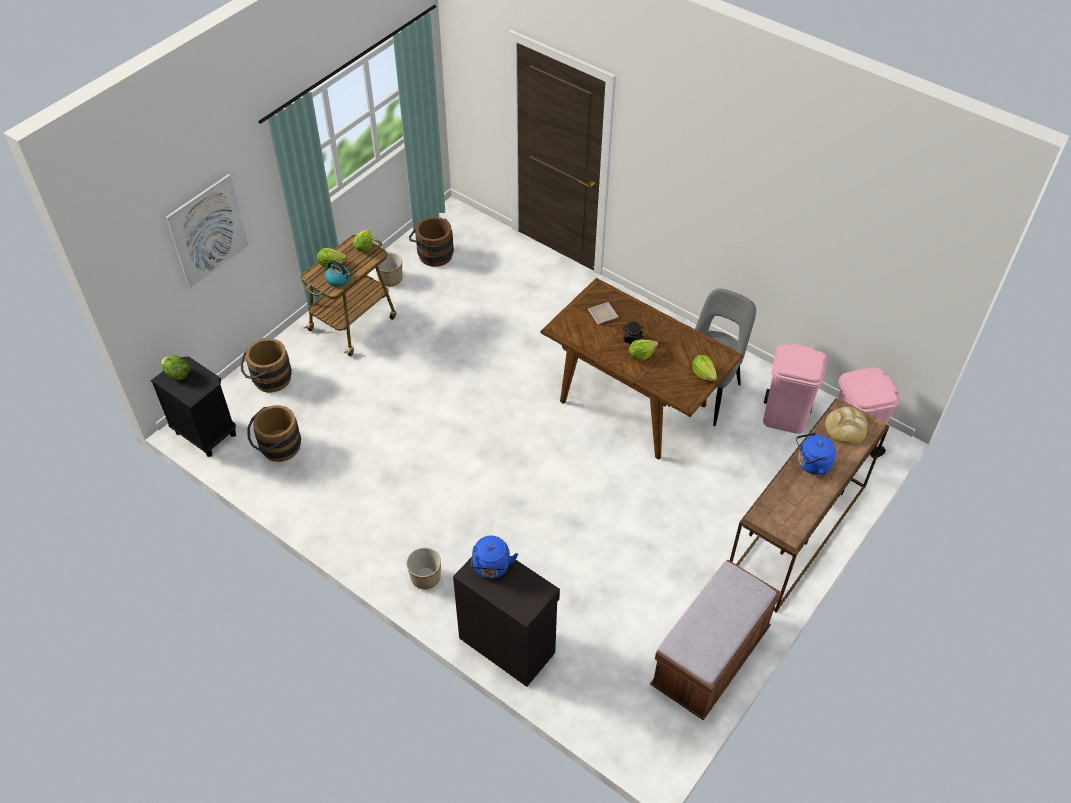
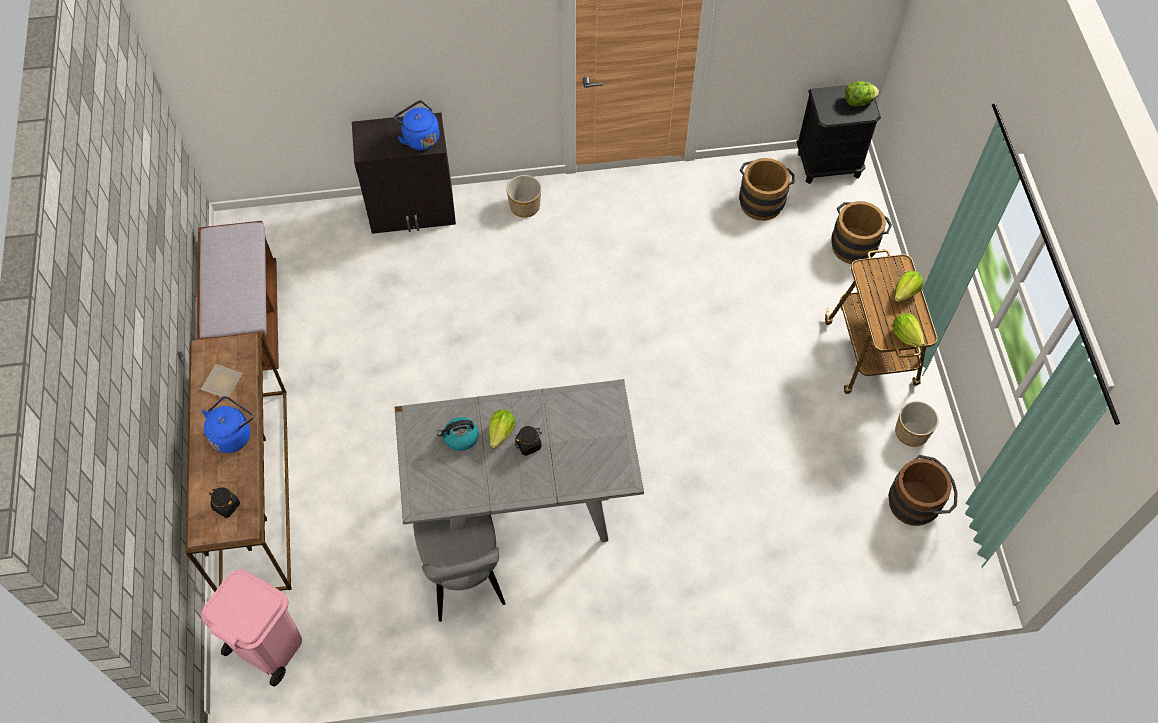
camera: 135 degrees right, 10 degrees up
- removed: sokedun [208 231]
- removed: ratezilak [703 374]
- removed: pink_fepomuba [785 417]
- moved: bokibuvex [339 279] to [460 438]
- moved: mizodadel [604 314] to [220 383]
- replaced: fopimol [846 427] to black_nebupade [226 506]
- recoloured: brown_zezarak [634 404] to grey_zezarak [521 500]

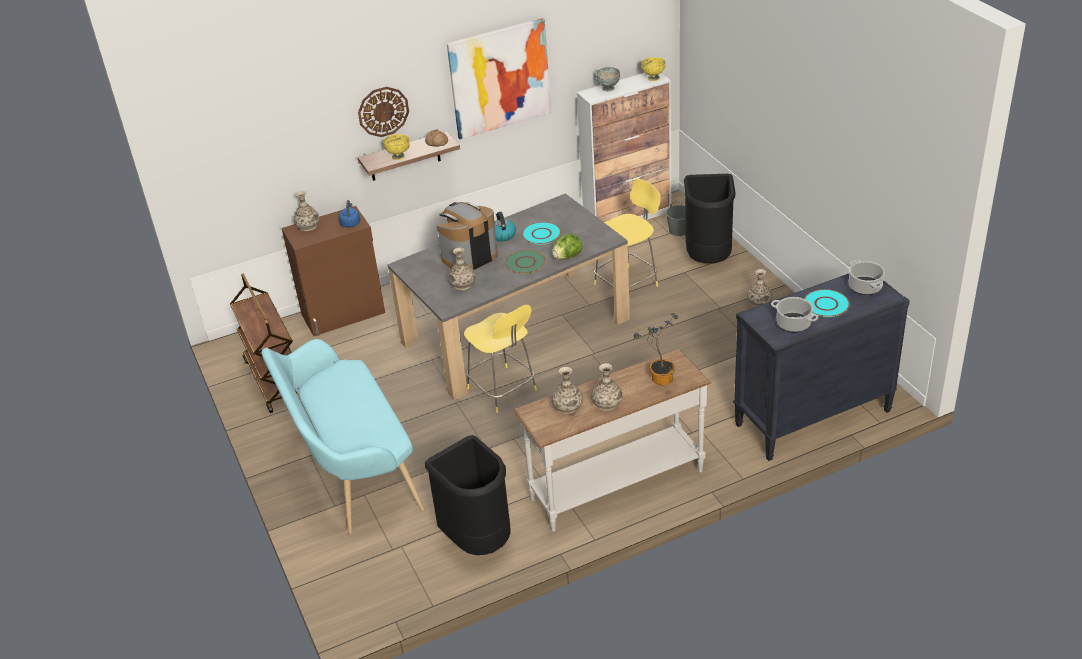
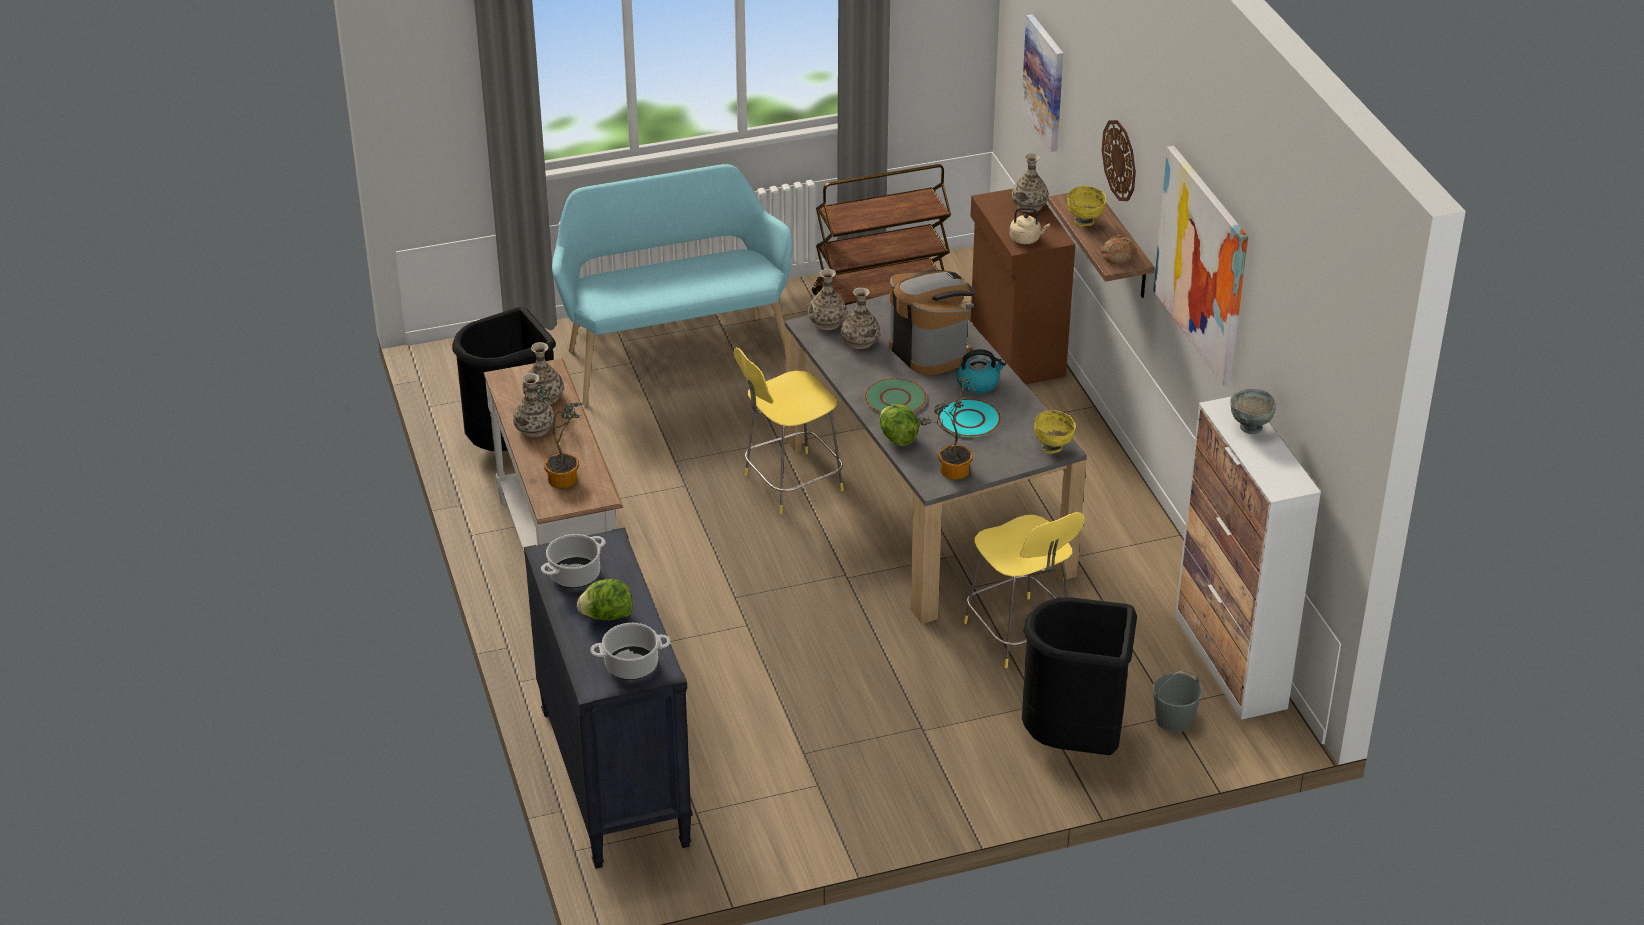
camera: 95 degrees right, 0 degrees up
- added: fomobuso [950 471]
- added: sokedun [1044 82]
- moved: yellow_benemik [653 78] to [1053 447]
- moved: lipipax [759 302] to [827 322]
- replaced: turquoise_mizodadel [826 304] to ratezilak [607 616]
- recoloured: blue_bokibuvex [350 223] to beige_bokibuvex [1026 239]

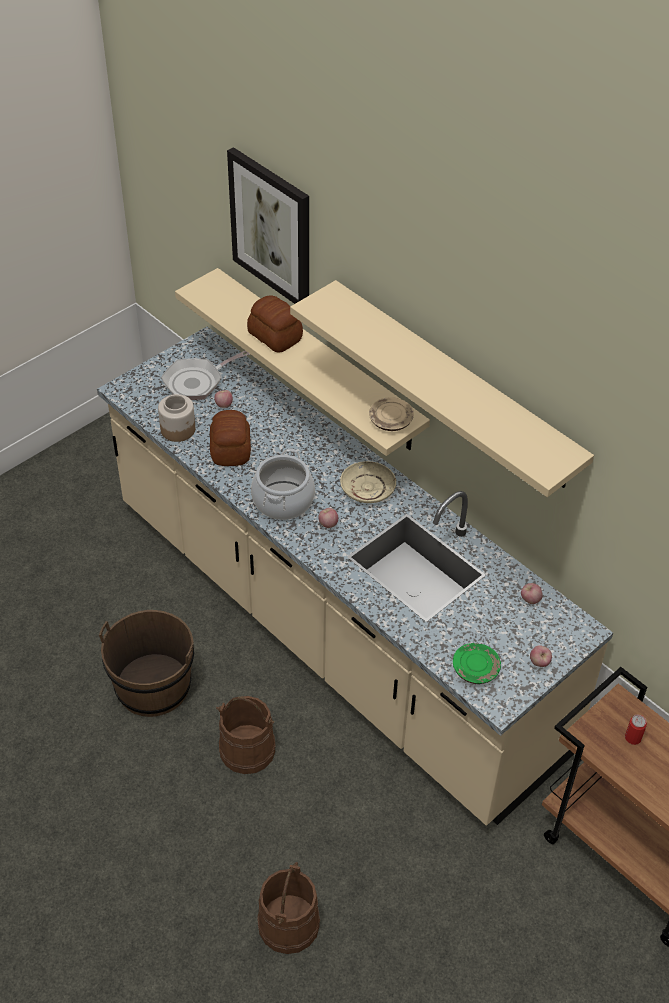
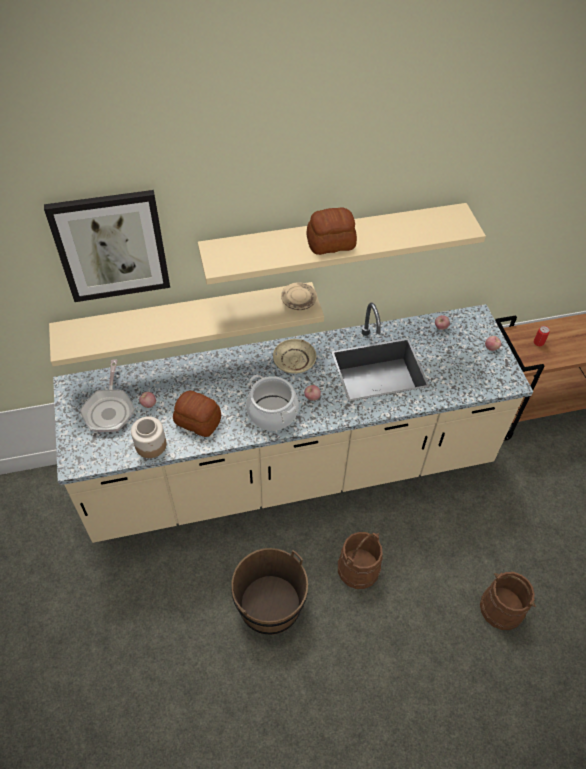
camera: 60 degrees left, 5 degrees up
- removed: green_mizodadel [475 669]
- moved: fopimol [274 337] to [331 243]

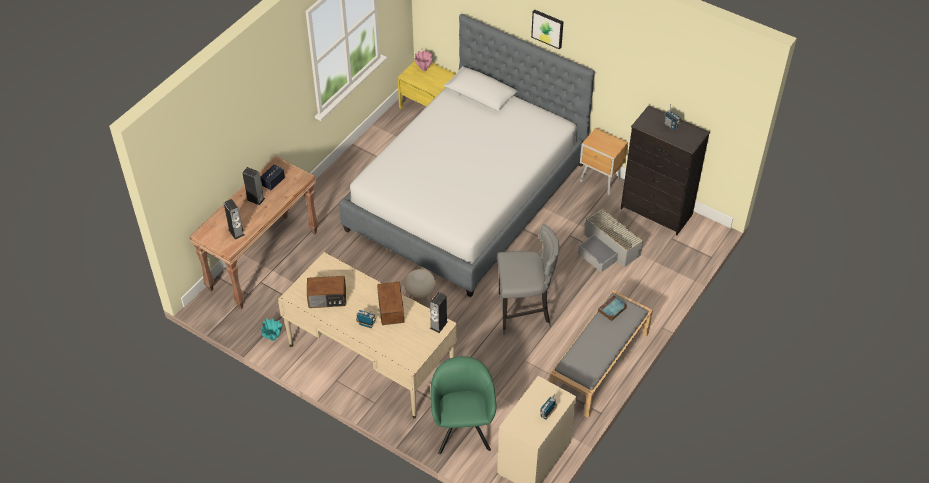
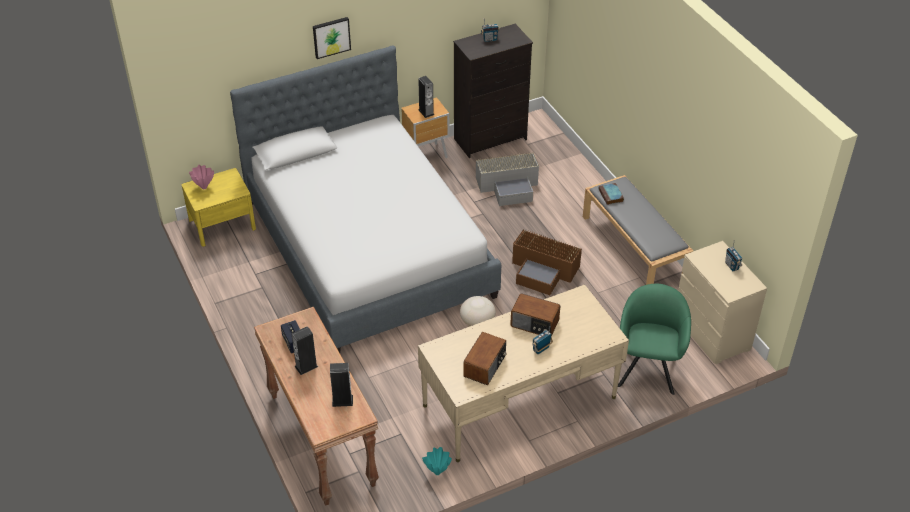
camera: 60 degrees left, 5 degrees down
- moved: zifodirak [438 325] to [426 112]
- replaced: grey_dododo [524 314] to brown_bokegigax [544 270]
- turned: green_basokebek [463 428] = [648 367] 75 degrees clockwise

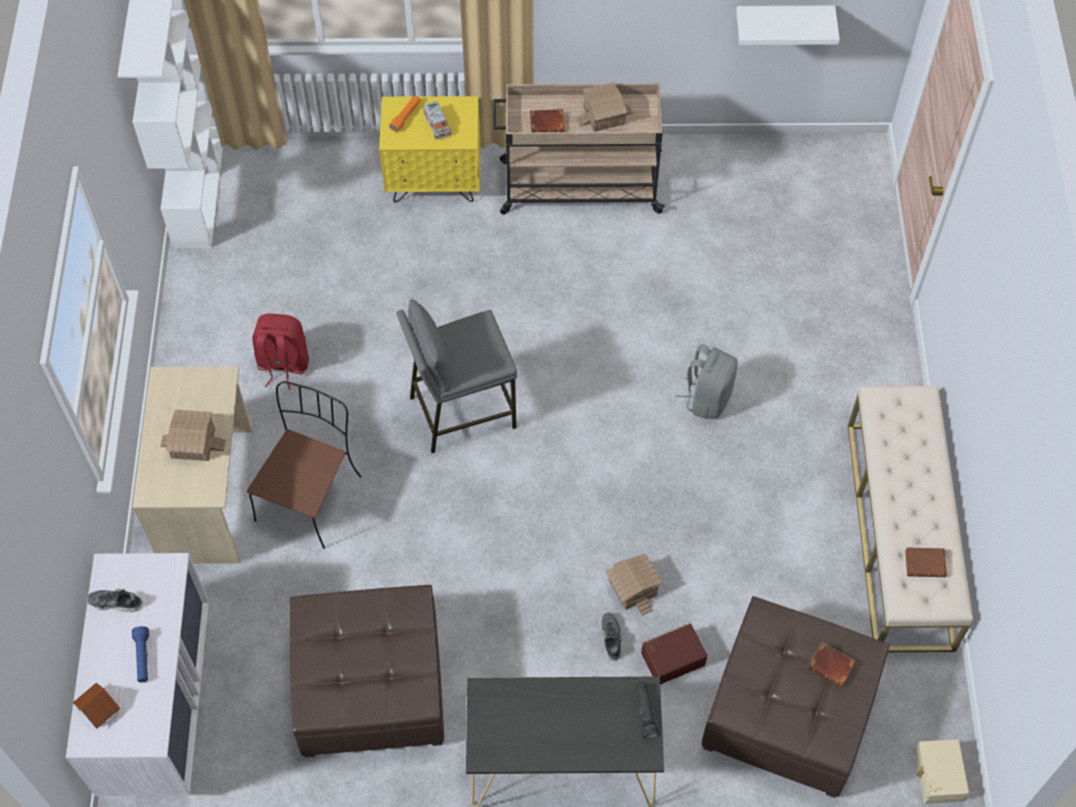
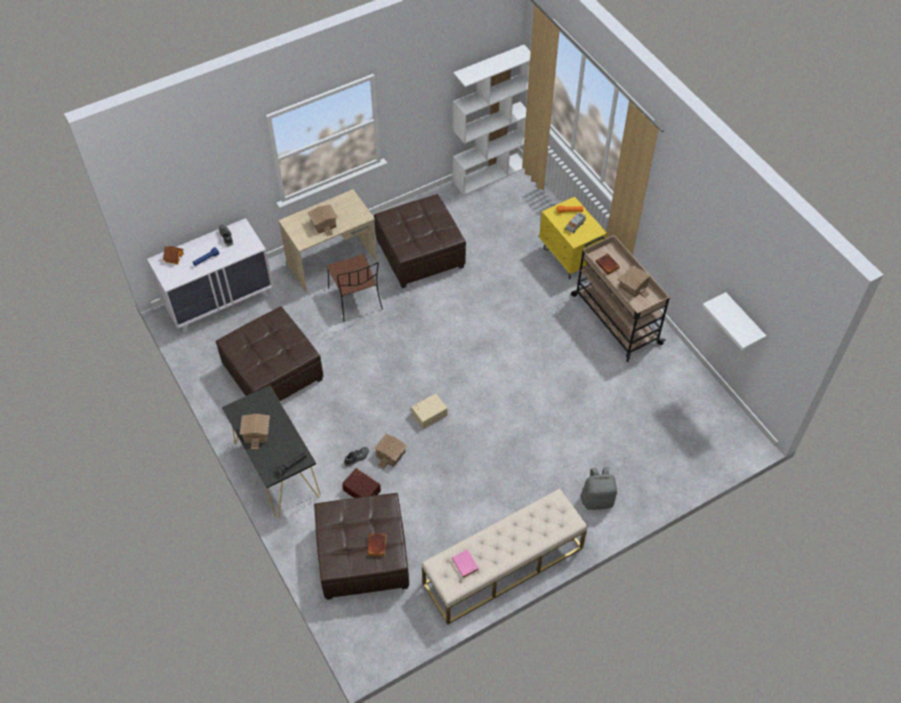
camera: 60 degrees right, 5 degrees down
- removed: grey_dododo [461 411]
- added: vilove [256 433]
- moved: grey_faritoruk [707 398] to [597 499]
- moved: beige_bokegigax [937 775] to [429 414]
- replaced: red_faritoruk [283 364] to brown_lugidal [419 254]
- recoloured: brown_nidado [925 563] to pink_nidado [466 565]
- turned: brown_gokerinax [310 496] = [356 300] 75 degrees clockwise

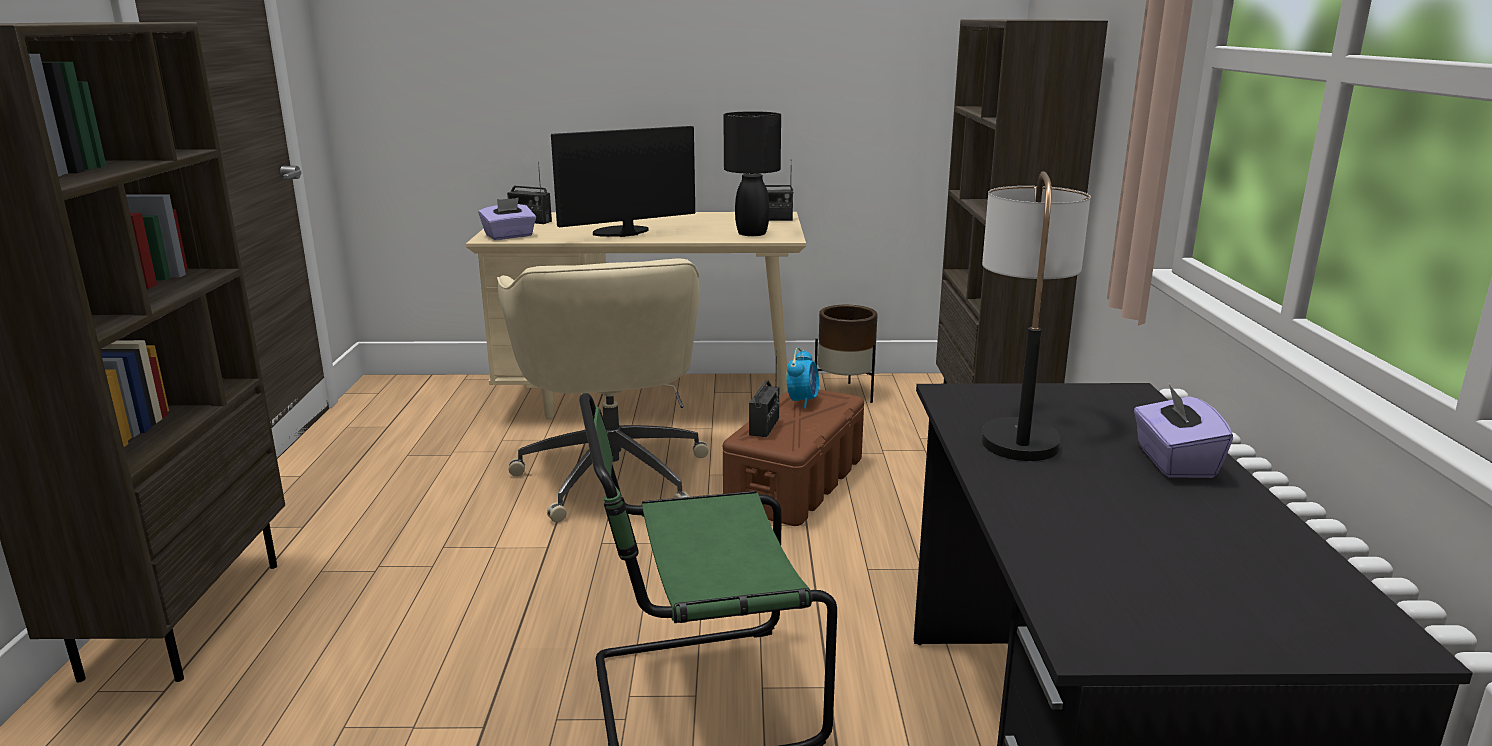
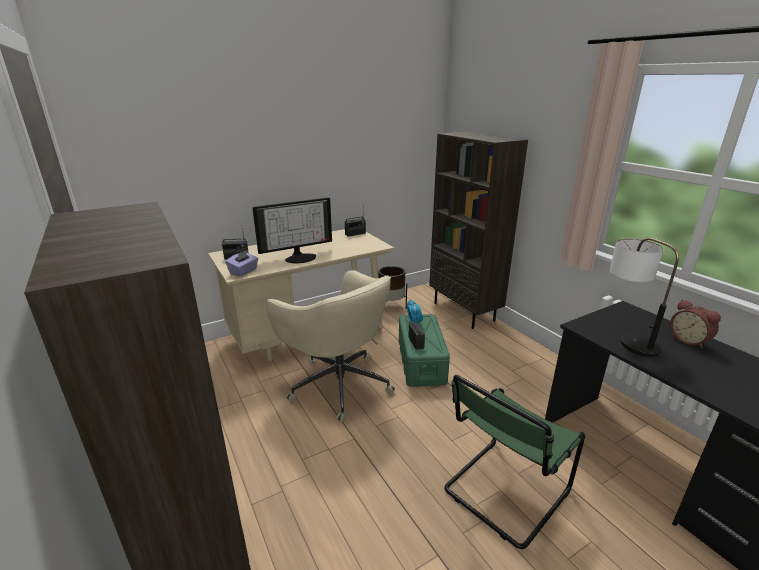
camera: 30 degrees left, 5 degrees up
- removed: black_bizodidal [751 233]
- replaced: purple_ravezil [1174 462] to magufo [689 340]
- recoloured: brown_bokegigax [796 482] to green_bokegigax [421 361]
- turned: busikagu [622 233] = [300 257] 150 degrees counterclockwise

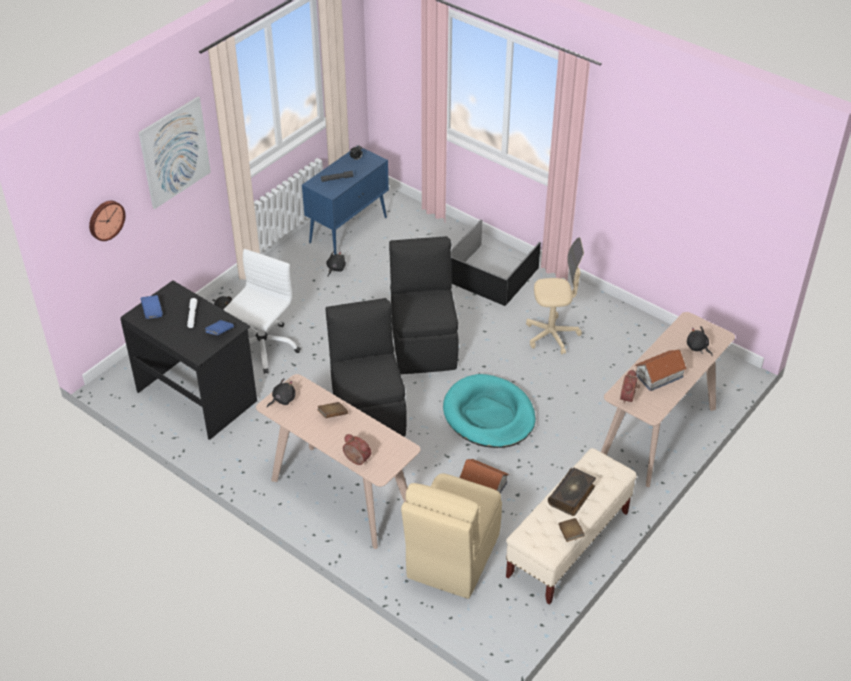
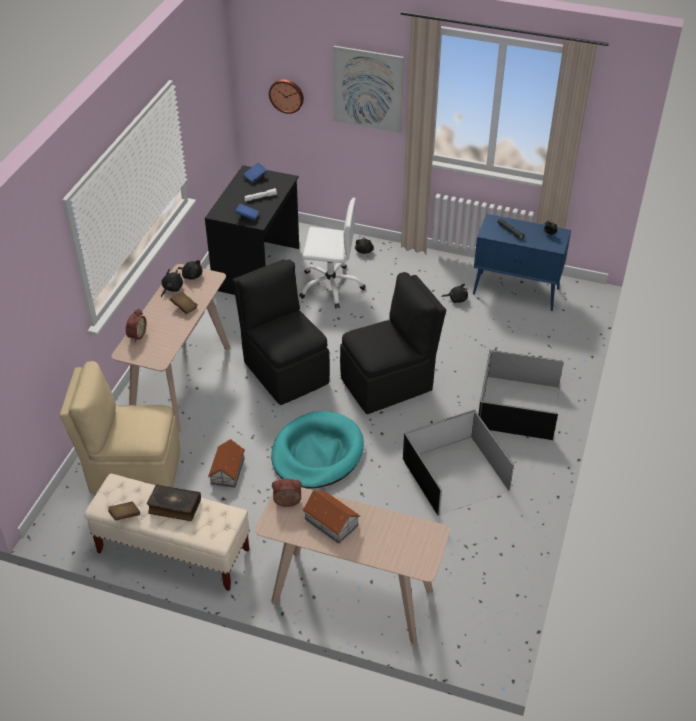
camera: 70 degrees right, 0 degrees up
- moved: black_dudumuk [697 347] to [171 288]
- replaced: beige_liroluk [552 335] to black_bokegigax [454 475]
- turned: black_gokerinax [368 411] = [285 371] 90 degrees counterclockwise

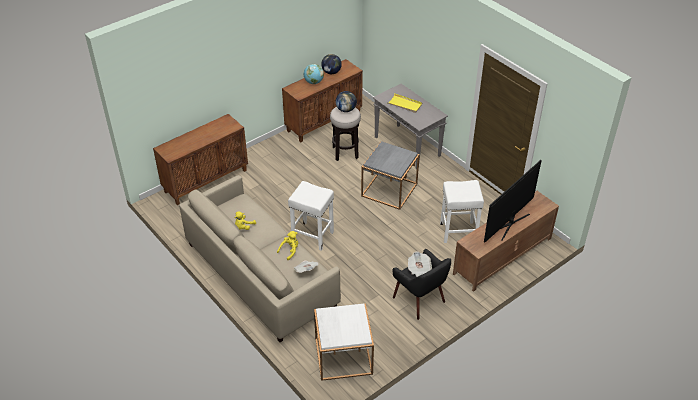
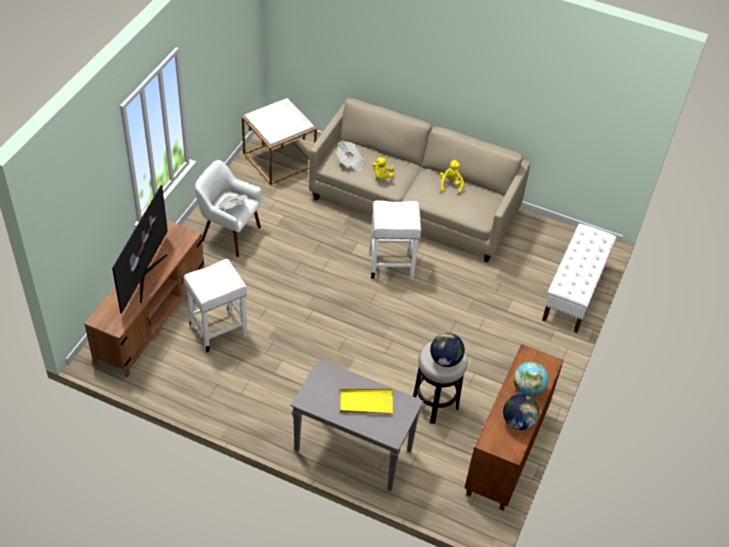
camera: 150 degrees right, 5 degrees up
- removed: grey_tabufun [389 190]
- replaced: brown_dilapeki [206 180] to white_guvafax [574 292]
- recoloured: black_basokebek [419 299] to white_basokebek [230 234]

